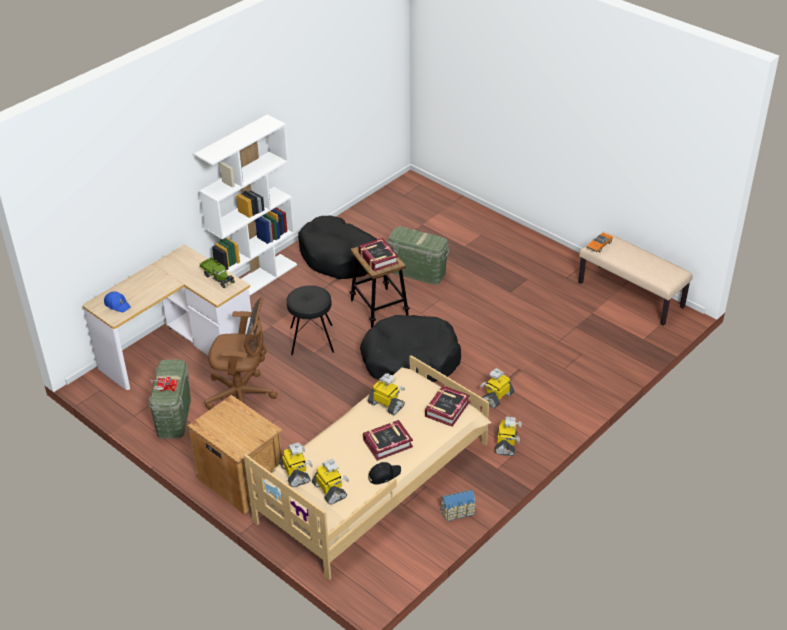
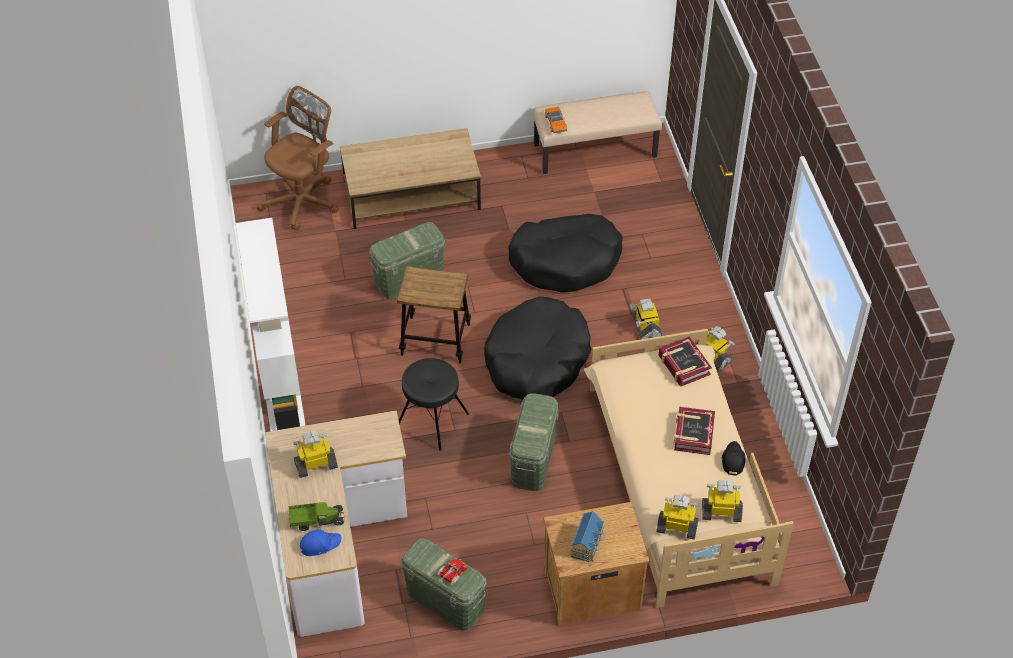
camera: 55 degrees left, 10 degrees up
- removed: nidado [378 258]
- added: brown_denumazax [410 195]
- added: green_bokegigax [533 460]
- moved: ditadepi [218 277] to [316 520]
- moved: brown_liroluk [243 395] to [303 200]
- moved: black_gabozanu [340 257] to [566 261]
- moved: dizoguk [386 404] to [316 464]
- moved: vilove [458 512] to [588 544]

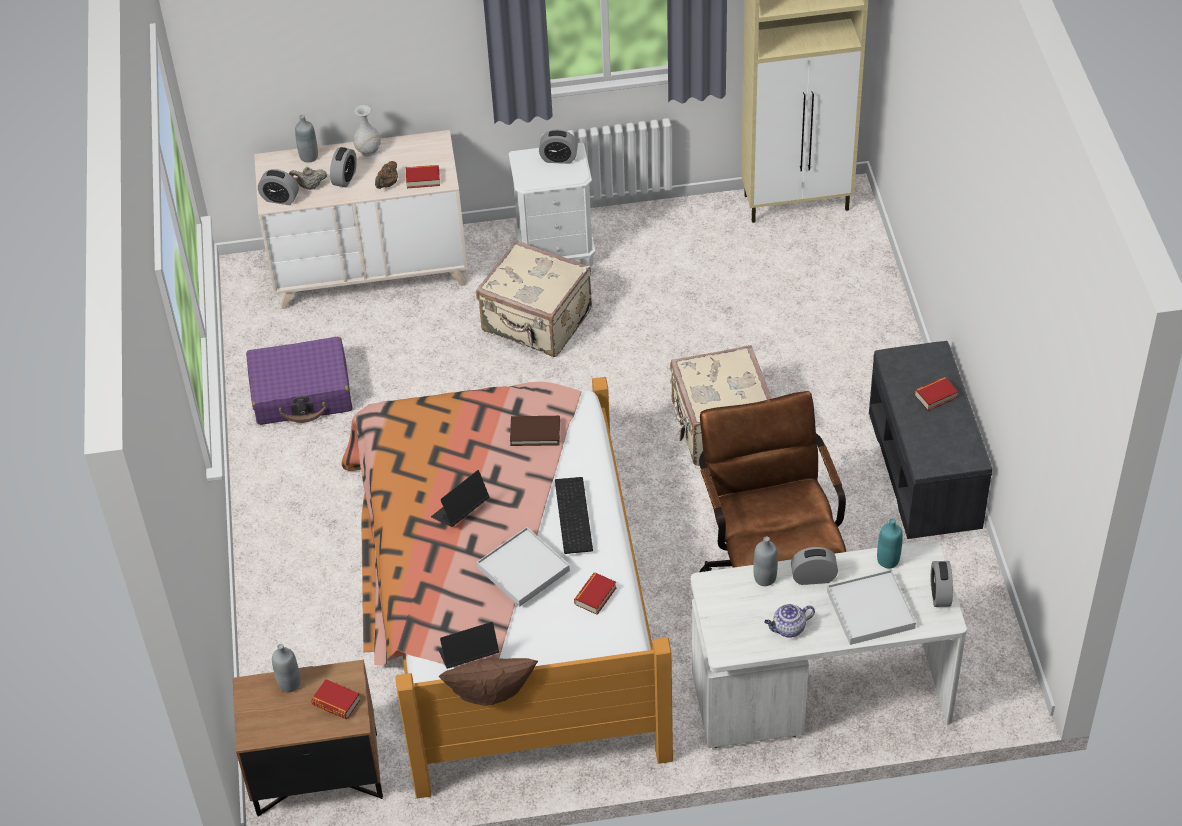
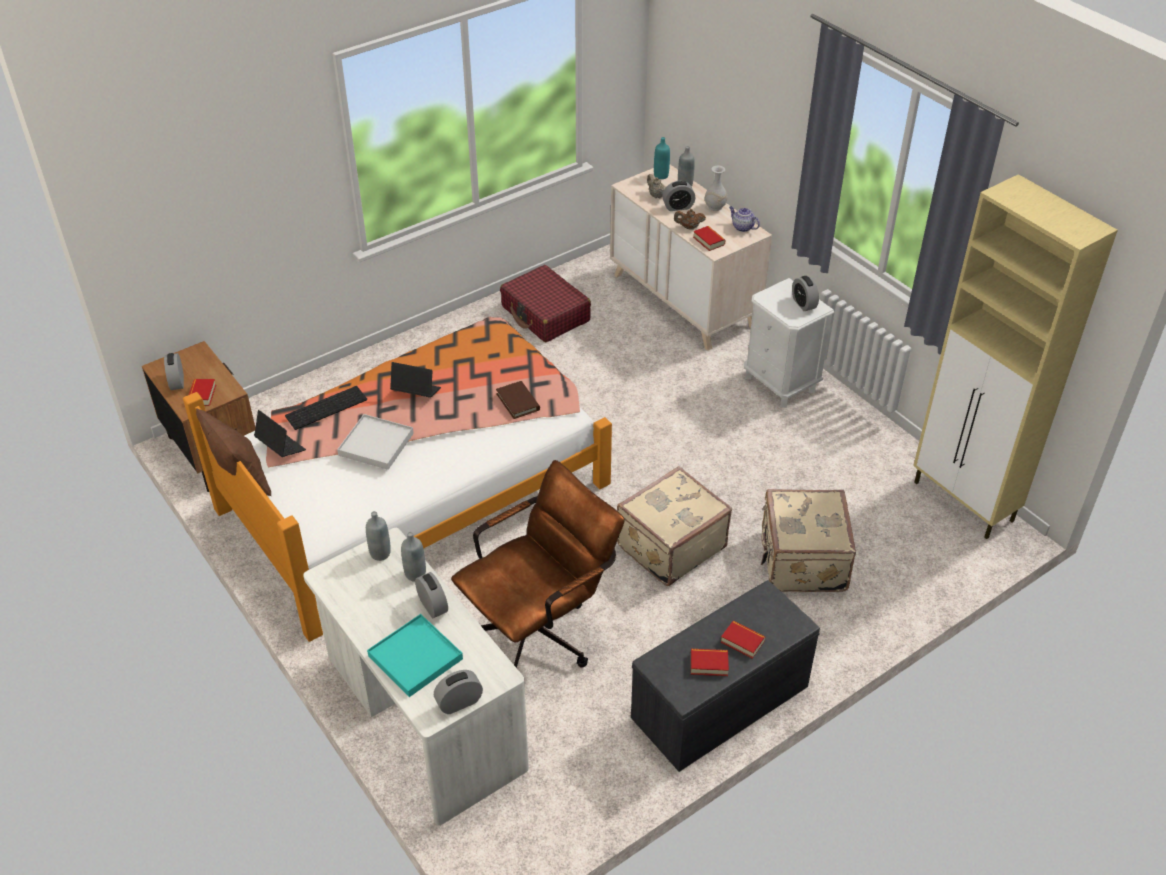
camera: 60 degrees right, 5 degrees down
- moved: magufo [280 199] to [177 382]
- moved: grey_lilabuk [289 683] to [380 553]
- moved: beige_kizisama [536 322] to [801 561]
- moved: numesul [571 514] to [326 407]
- moved: nidado [595 596] to [709 664]
- moved: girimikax [788 629] to [742 227]
- moved: turquoise_lilabuk [888 560] to [661 175]
- recoloured: purple_kizisama [302 392] to red_kizisama [545 314]
- recoloured: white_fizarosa [870 609] to turquoise_fizarosa [415 657]

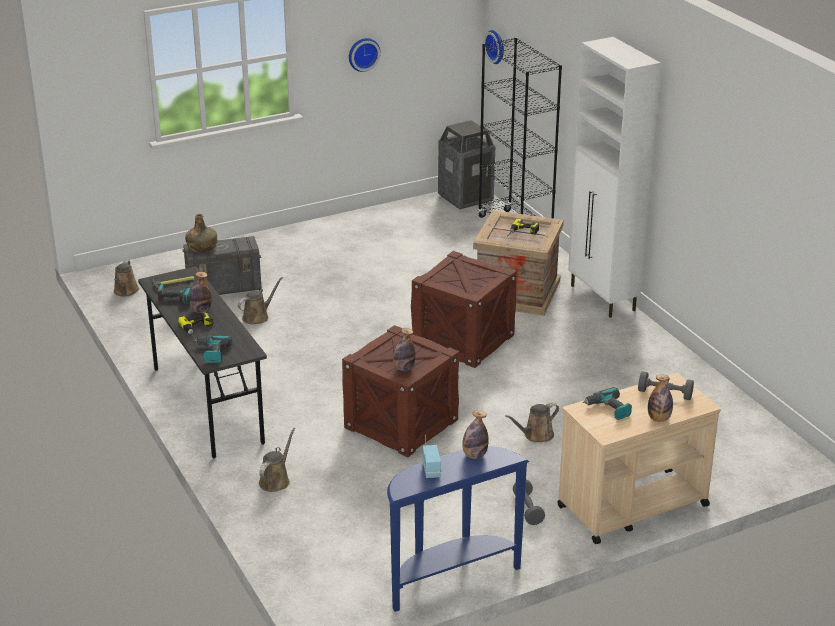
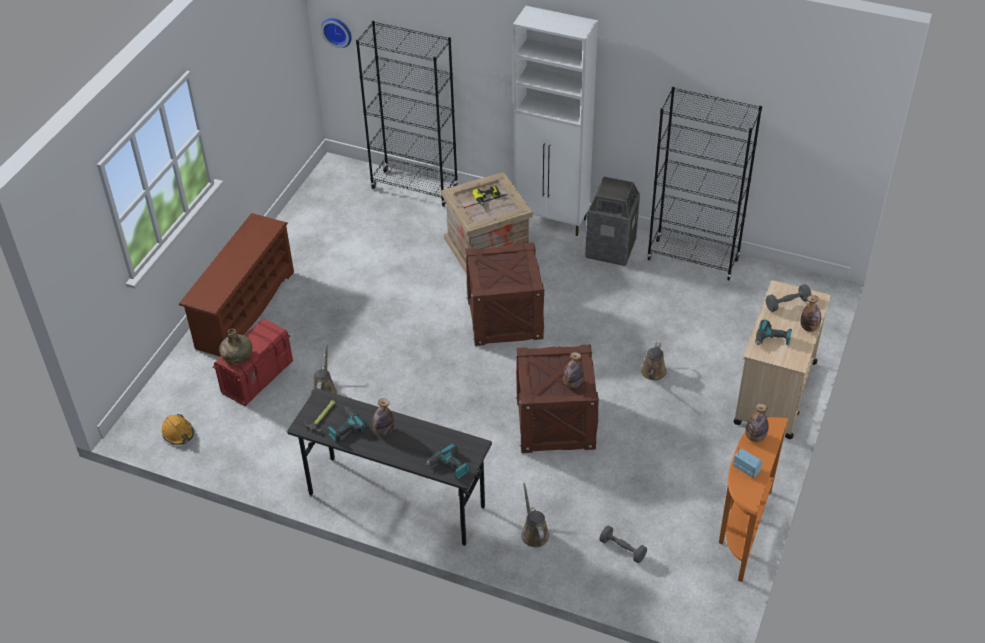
camera: 40 degrees left, 15 degrees up
- removed: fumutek [199 329]
- removed: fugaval [363 54]
- added: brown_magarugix [244 309]
- added: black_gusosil [693 259]
- moved: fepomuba [465 197] to [610 248]
- moved: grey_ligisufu [528 509] to [622 549]
- replaced: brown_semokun [125 291] to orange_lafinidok [178 433]
- recoloured: grey_bokegigax [224 287] to red_bokegigax [258 377]
- recoloured: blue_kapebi [449 578] to orange_kapebi [741 530]

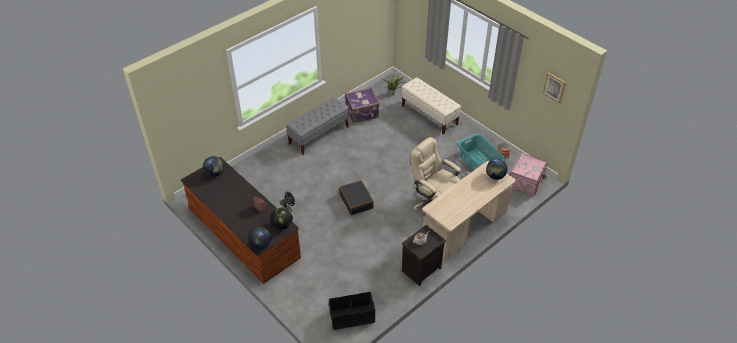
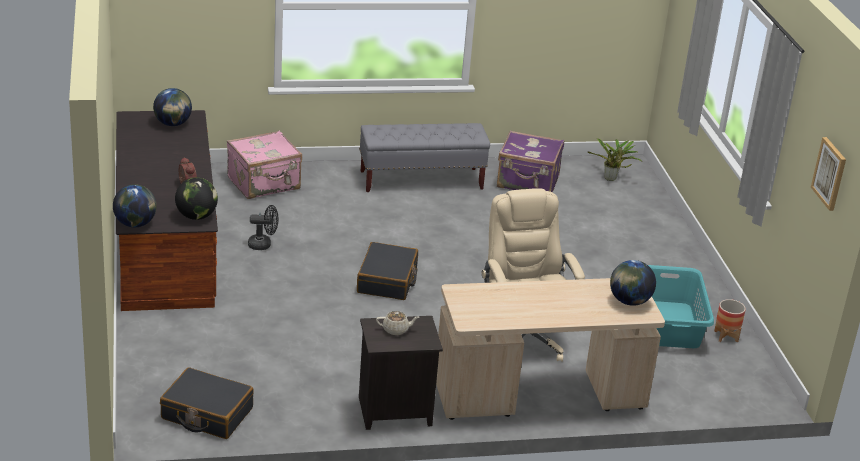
camera: 30 degrees right, 15 degrees down
- removed: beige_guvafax [429 115]
- moved: pink_kizisama [526 182] to [264 184]
- replaced: black_bokegigax [352 317] to black_kizisama [206 414]

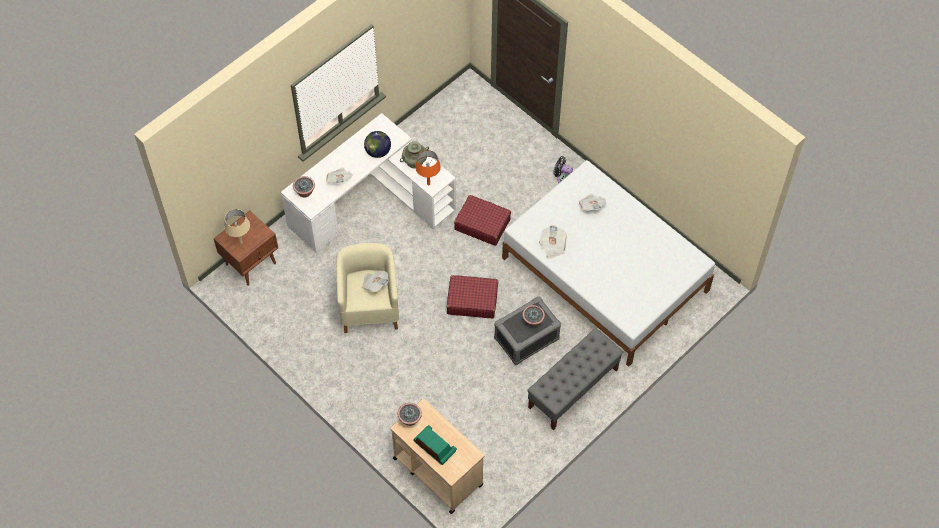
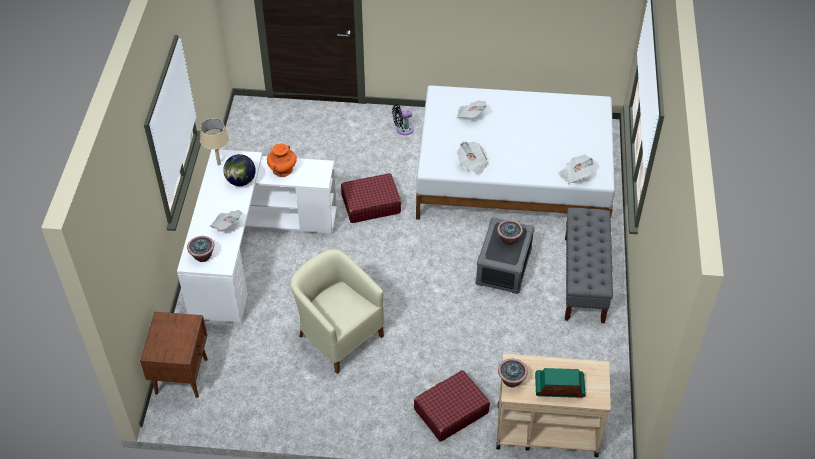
camera: 40 degrees left, 10 degrees down
- removed: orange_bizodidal [428 184]
- moved: beige_bizodidal [241 242] to [219 164]
- moved: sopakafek [375 284] to [575 175]
- moved: red_kizisama [472 300] to [450 411]
- recoloured: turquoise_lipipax [414 161] to orange_lipipax [282 170]

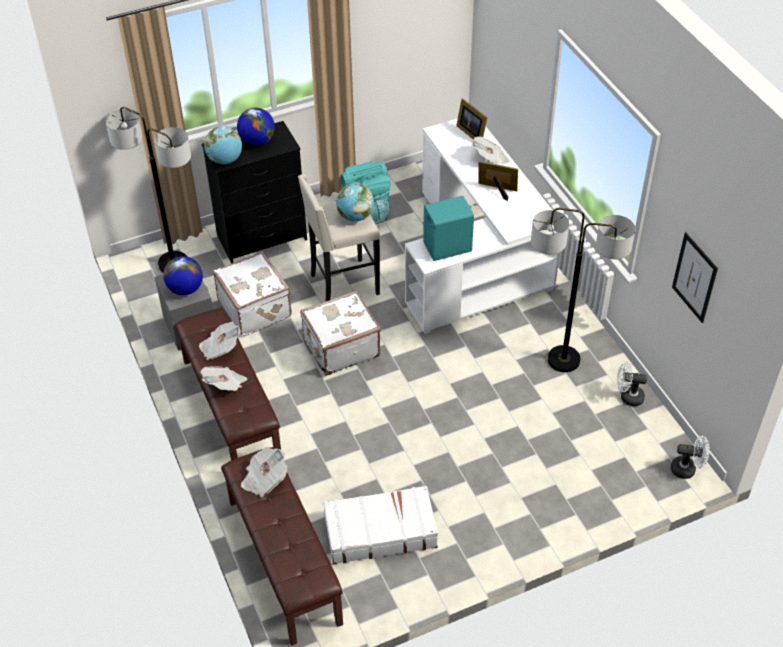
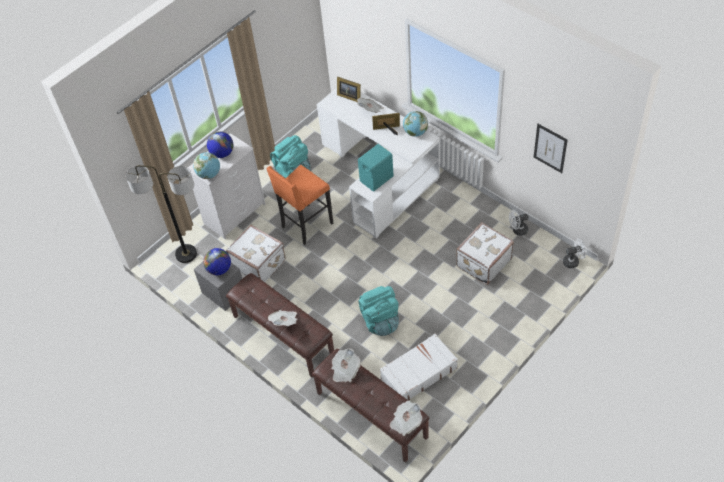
camera: 20 degrees left, 5 degrees up
- removed: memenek [564 360]
- added: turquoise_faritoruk [380 321]
- moved: sopakafek [220 348] to [405 422]
- moved: white_kizisama [340 347] to [482 262]
- moved: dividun [355 216] to [415 132]
- recoloured: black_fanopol [262 237] to white_fanopol [235 213]
- recoloured: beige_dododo [343 284] to orange_dododo [306 225]

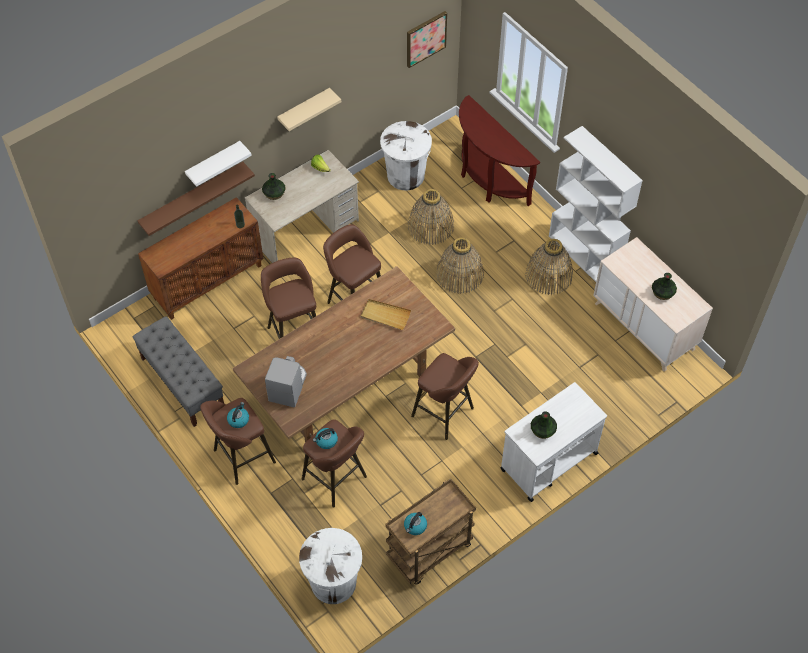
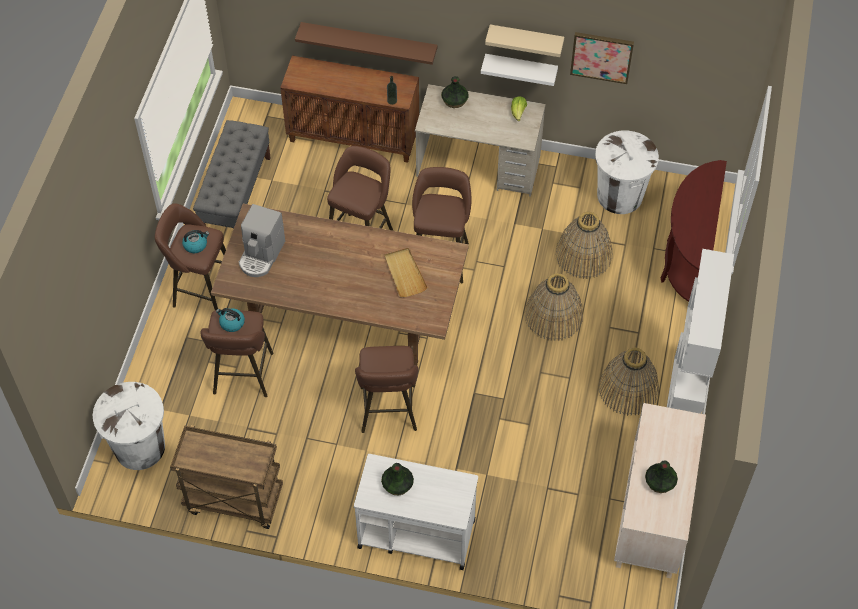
camera: 50 degrees right, 0 degrees up
- removed: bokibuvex [415 526]
- moved: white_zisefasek [213 163] to [521 68]
- moved: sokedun [425 38] to [601 56]
- turned: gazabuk [288 386] = [261 255] 135 degrees clockwise

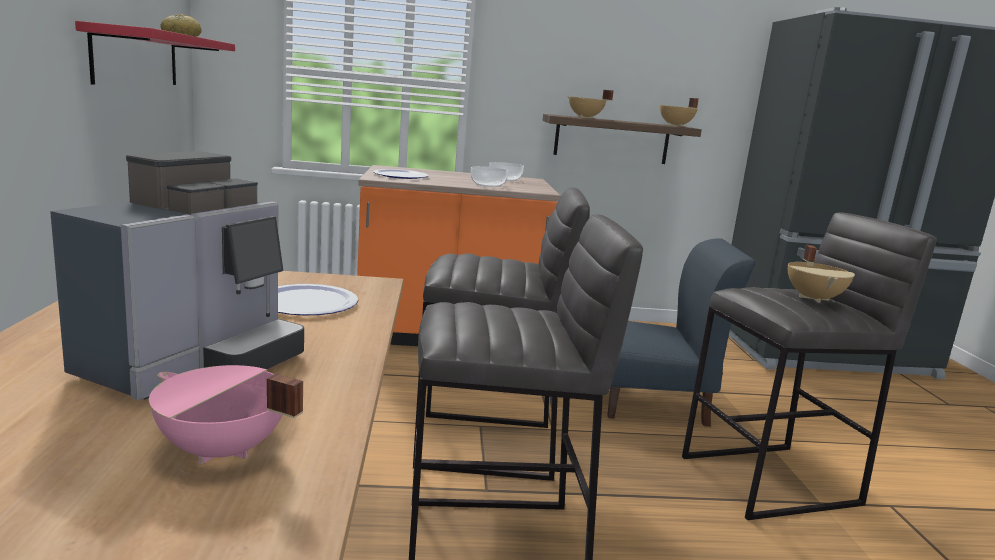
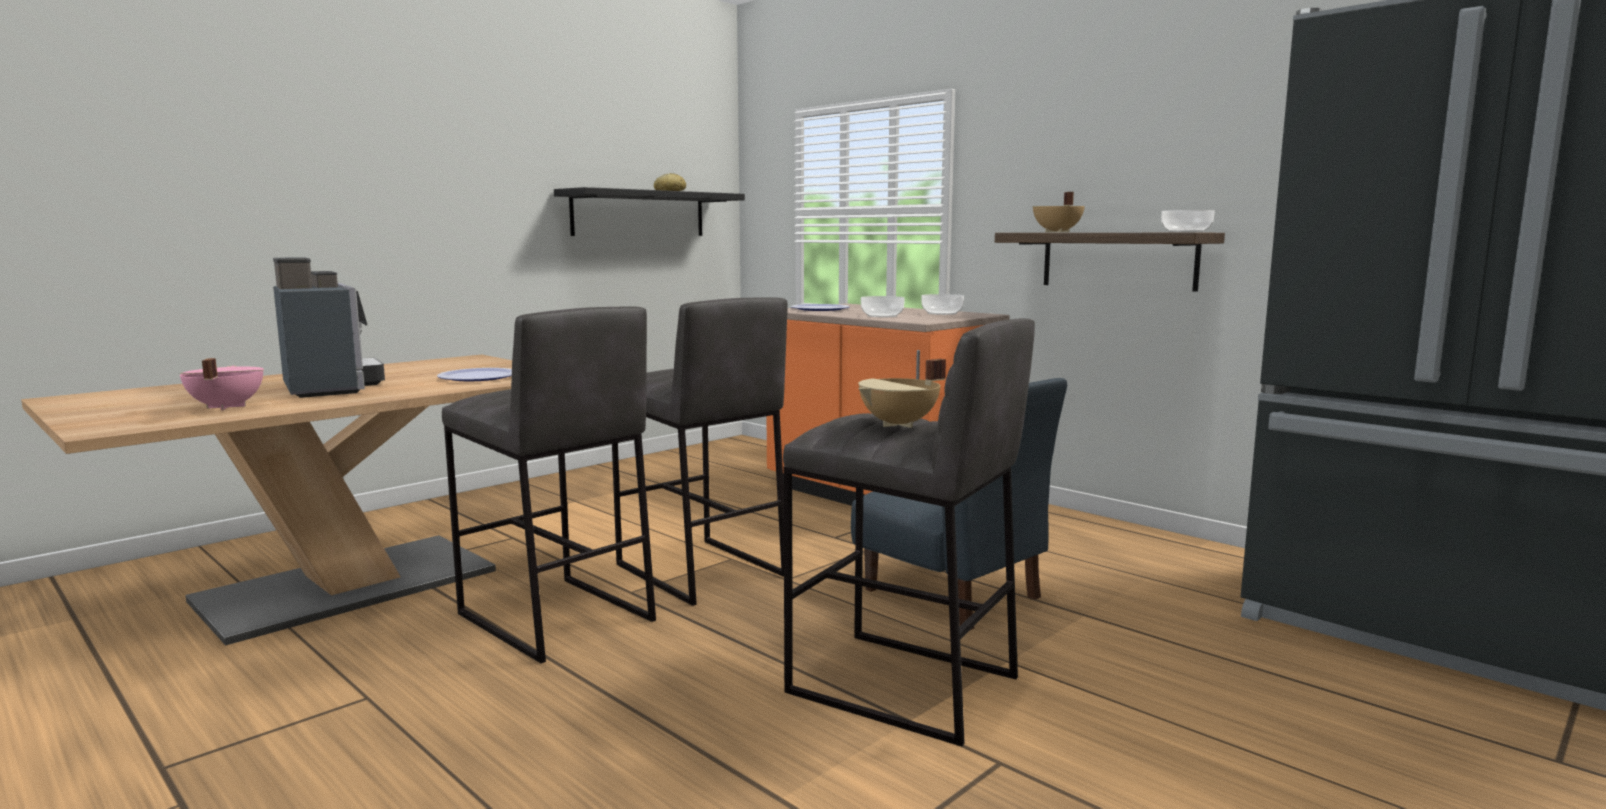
camera: 50 degrees right, 5 degrees down
- replaced: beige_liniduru [675 125] to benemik [1185 232]
- recoloured: red_zisefasek [136 58] to black_zisefasek [639 214]
- turned: gazabuk [195 363] = [331 387] 105 degrees counterclockwise

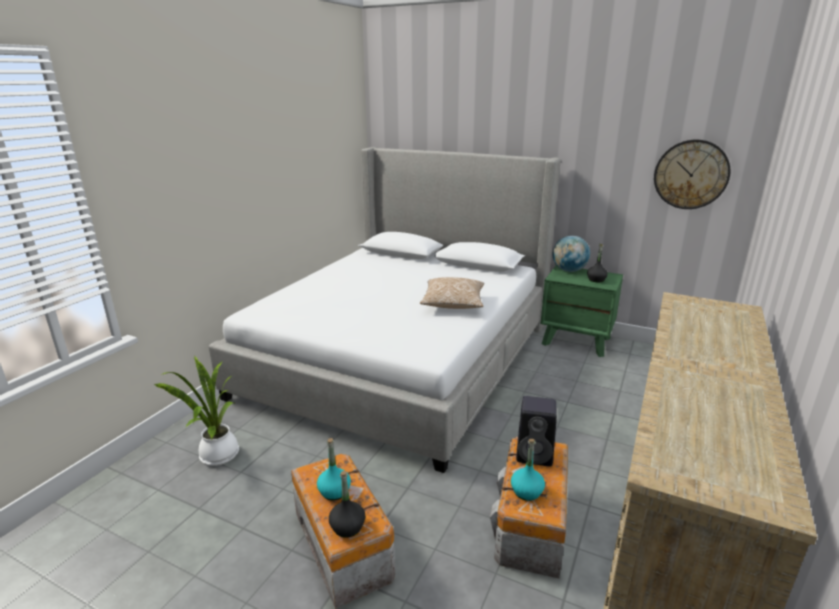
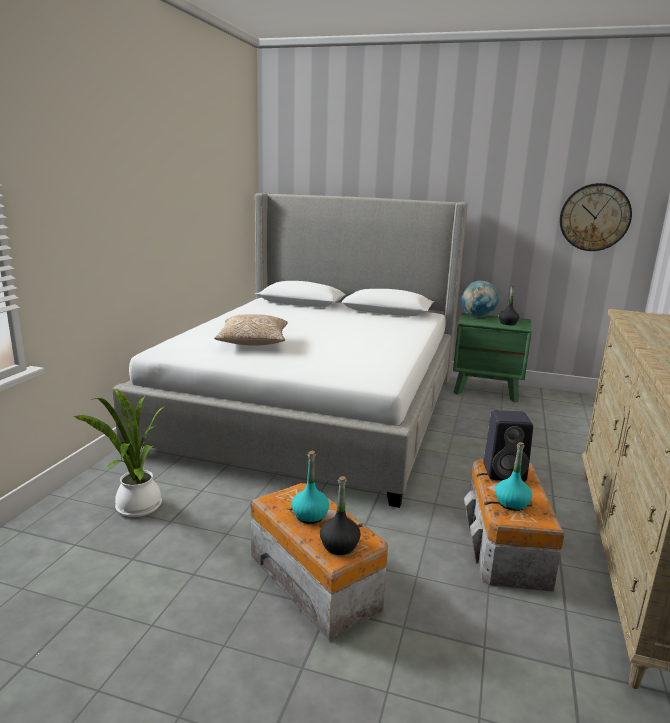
camera: 10 degrees left, 5 degrees down
- moved: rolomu [453 304] to [253 343]

